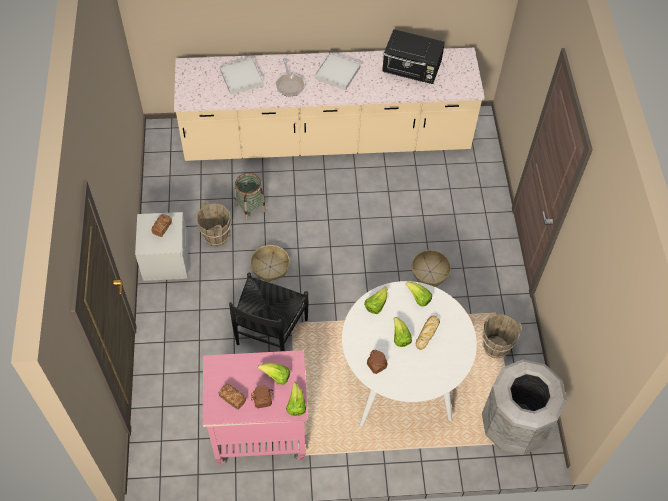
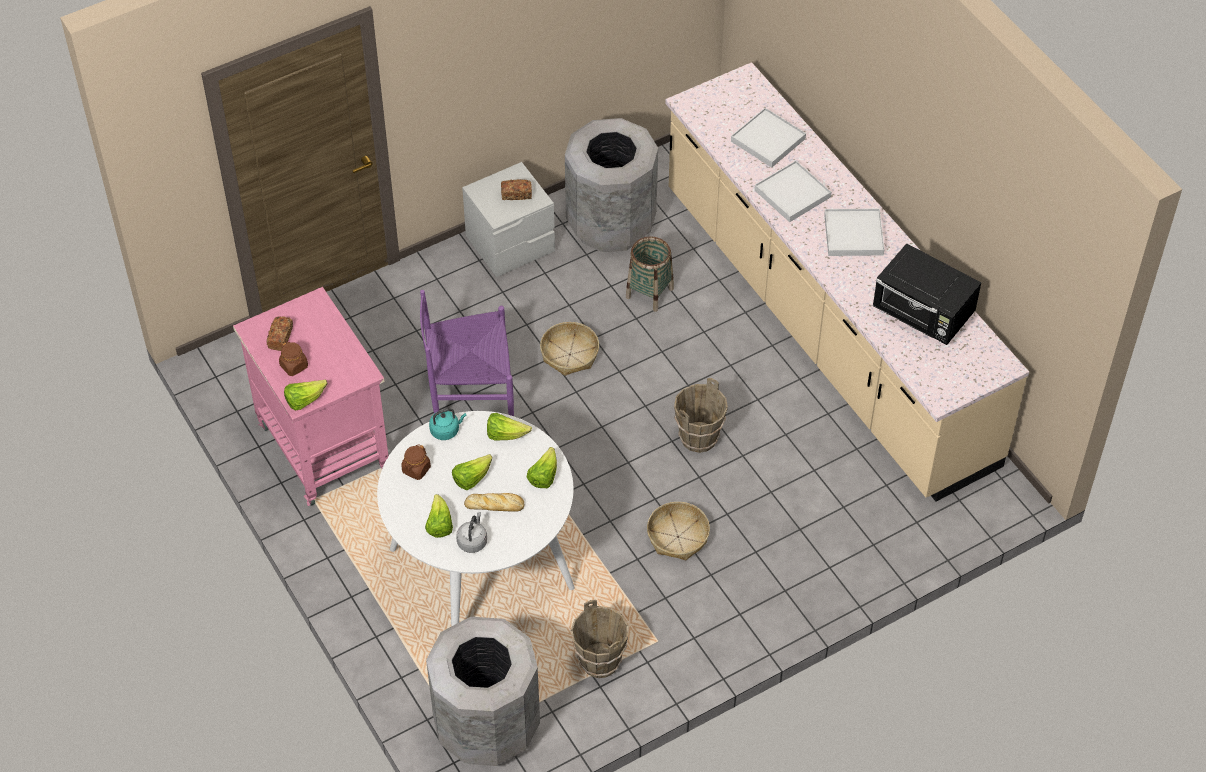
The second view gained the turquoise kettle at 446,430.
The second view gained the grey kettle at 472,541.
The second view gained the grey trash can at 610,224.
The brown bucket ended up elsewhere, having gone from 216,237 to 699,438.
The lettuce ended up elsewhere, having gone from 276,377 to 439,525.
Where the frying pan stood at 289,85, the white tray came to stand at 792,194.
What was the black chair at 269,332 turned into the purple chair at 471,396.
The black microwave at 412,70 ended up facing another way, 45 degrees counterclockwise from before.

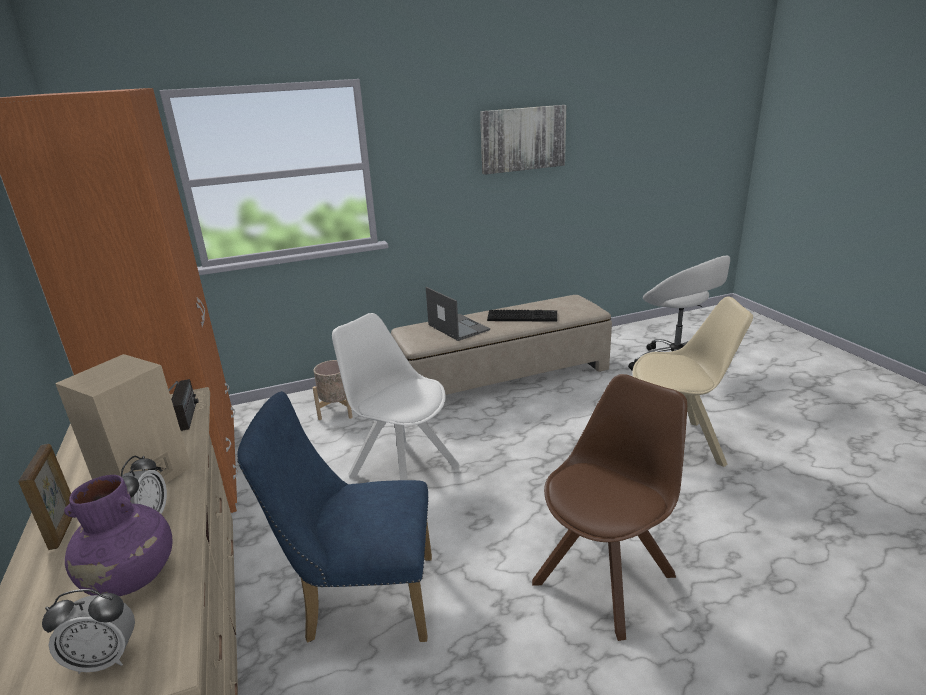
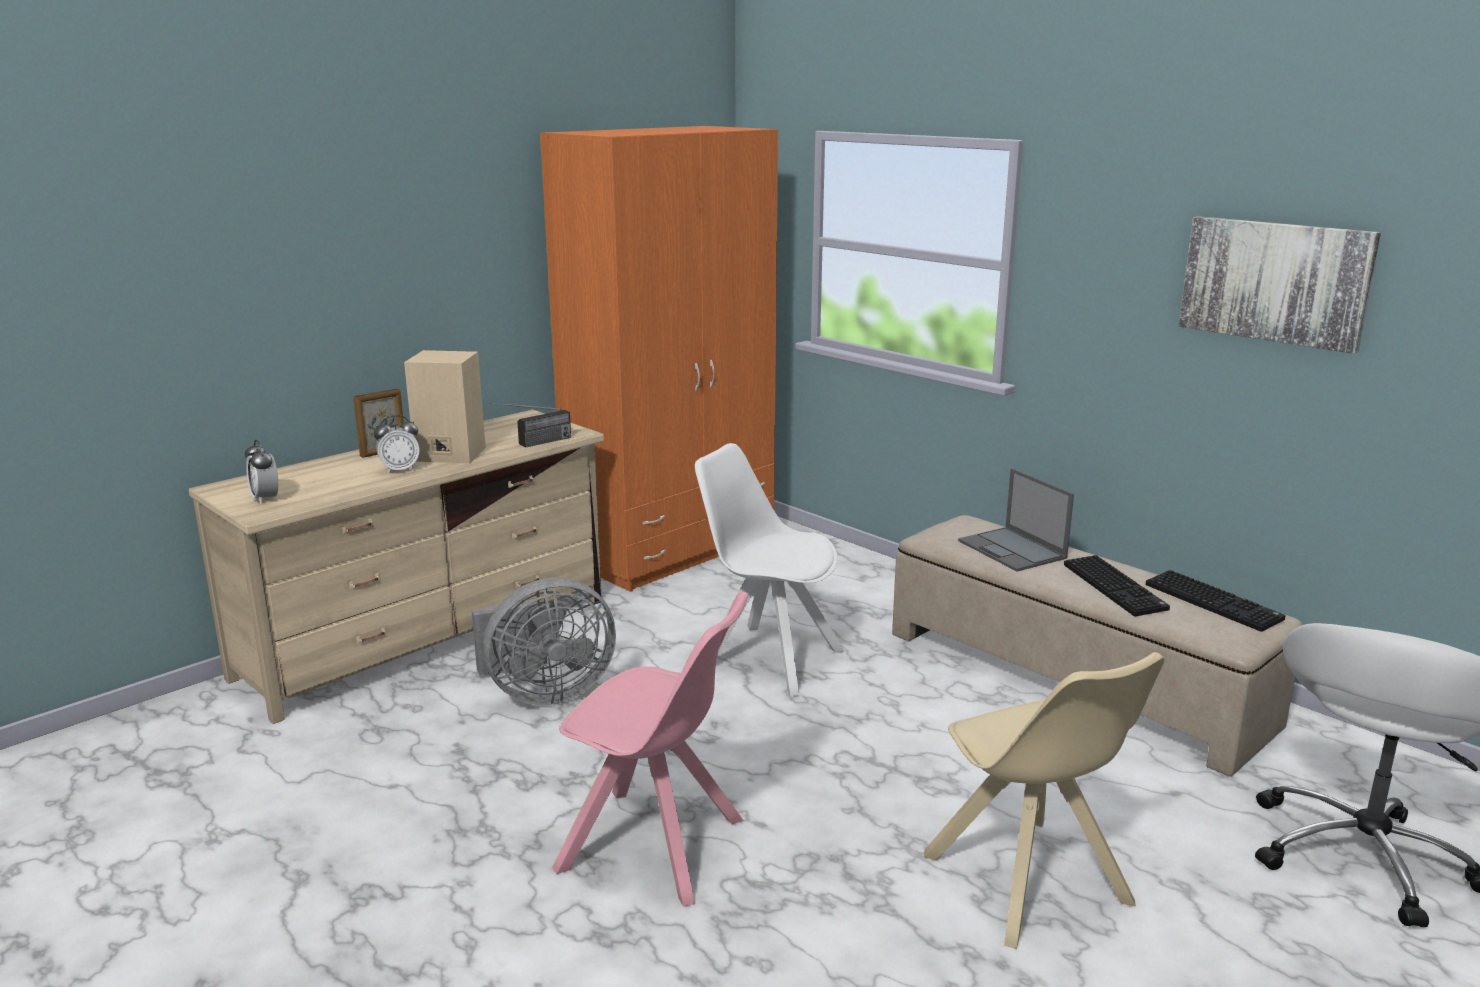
The second view lost the purple vase at 132,578.
The second view lost the beige planter at 337,410.
The second view gained the keyboard at 1215,602.
Where the blue chair stood at 361,599, the grey fan came to stand at 544,693.
What was the brown chair at 606,576 turned into the pink chair at 656,847.
The white chair at 402,468 ended up facing another way, 75 degrees counterclockwise from before.
The laptop at 458,327 ended up facing another way, 120 degrees clockwise from before.

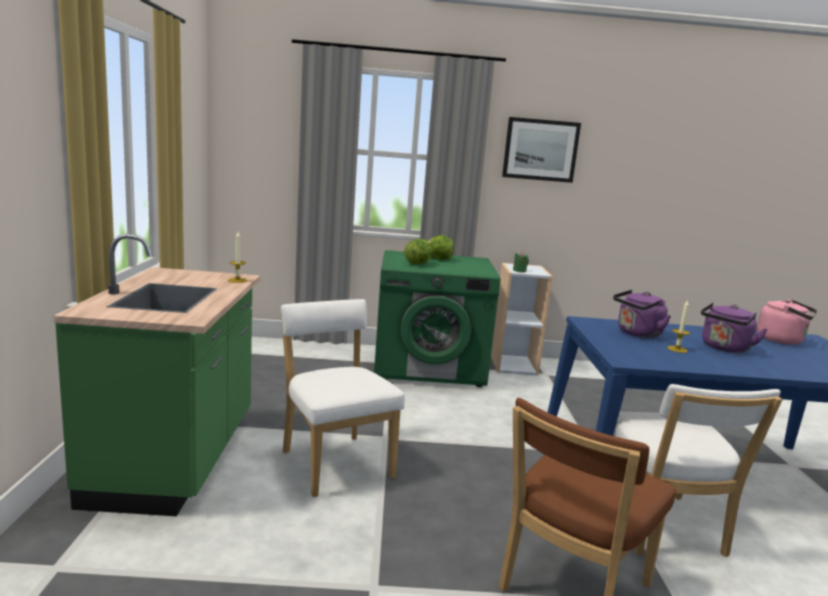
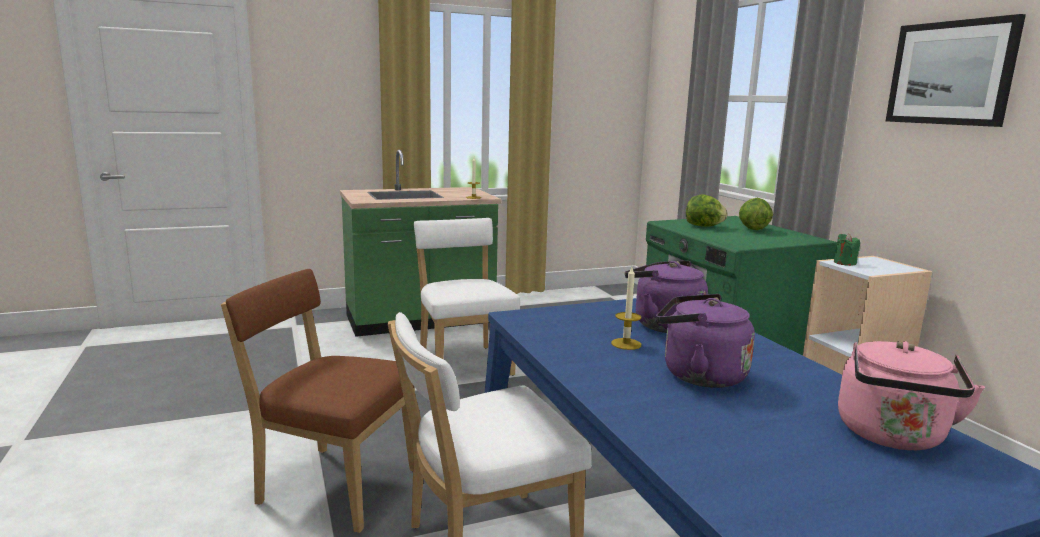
The white chair at 334,462 ended up facing another way, 60 degrees counterclockwise from before.

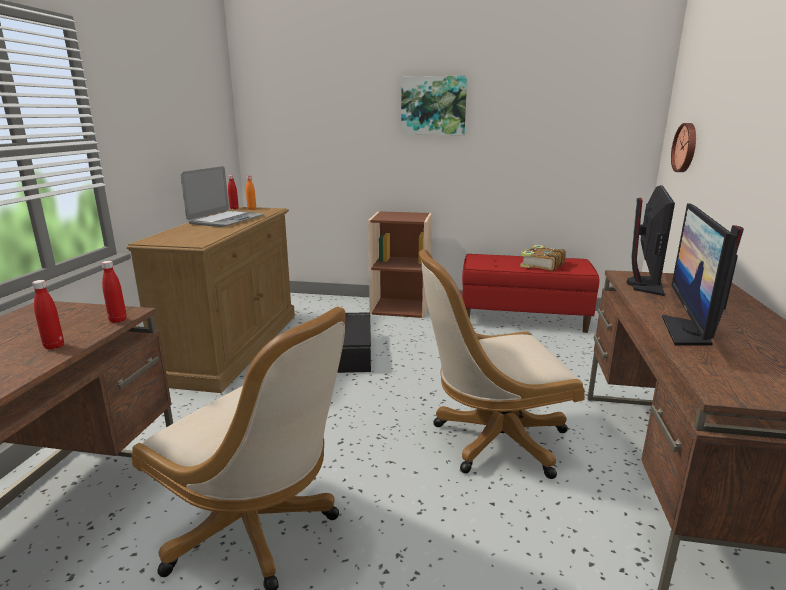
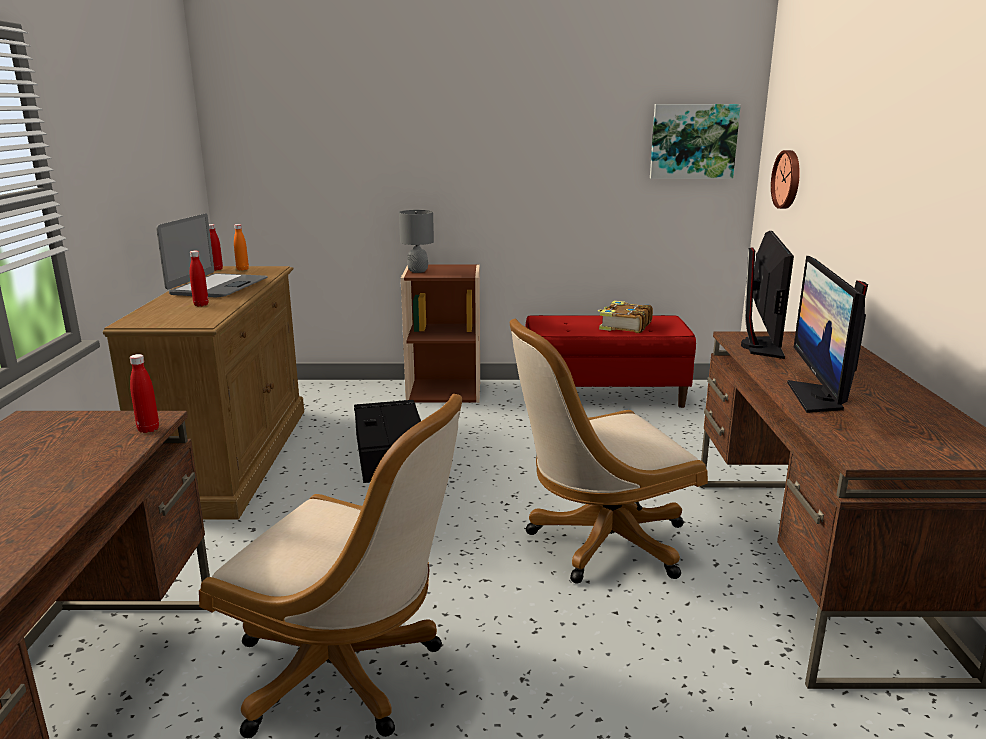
The second view gained the grey table lamp at 417,271.
The red bottle ended up elsewhere, having gone from 54,346 to 201,305.
The picture ended up elsewhere, having gone from 433,106 to 693,141.

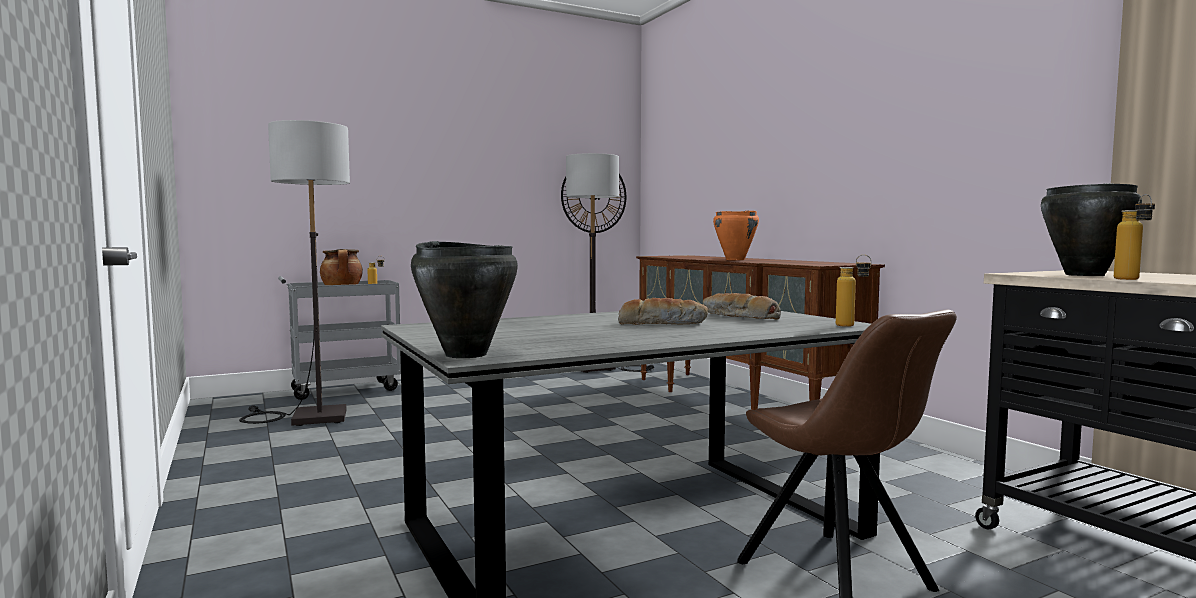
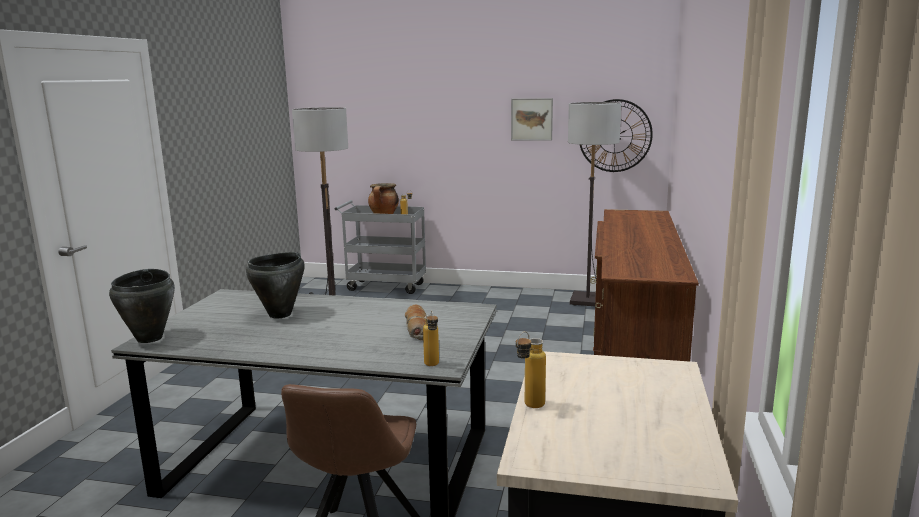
The second view lost the bread at 662,323.
The second view lost the orange cooking pot at 735,260.
The second view gained the picture at 531,119.
The black cooking pot ended up elsewhere, having gone from 1085,275 to 280,314.

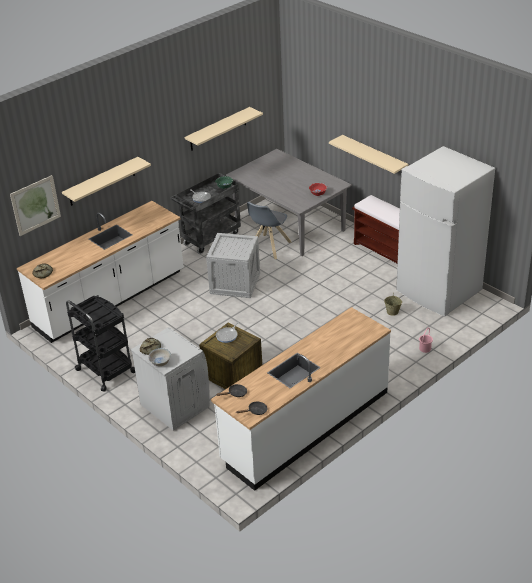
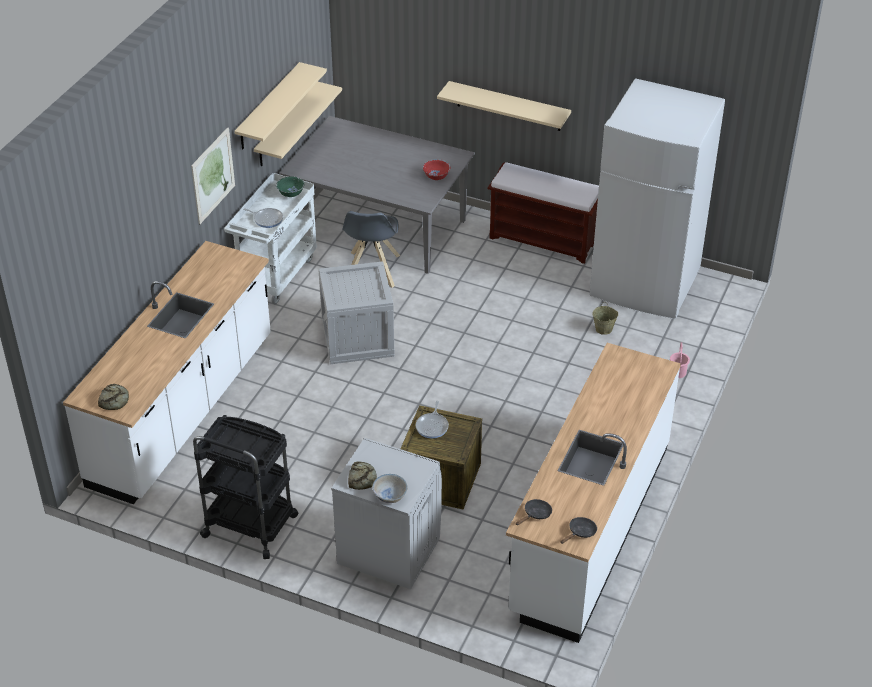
The picture ended up elsewhere, having gone from 35,205 to 213,175.
The beige shelf ended up elsewhere, having gone from 102,182 to 286,125.
What was the black cart at 209,240 turned into the white cart at 276,279.

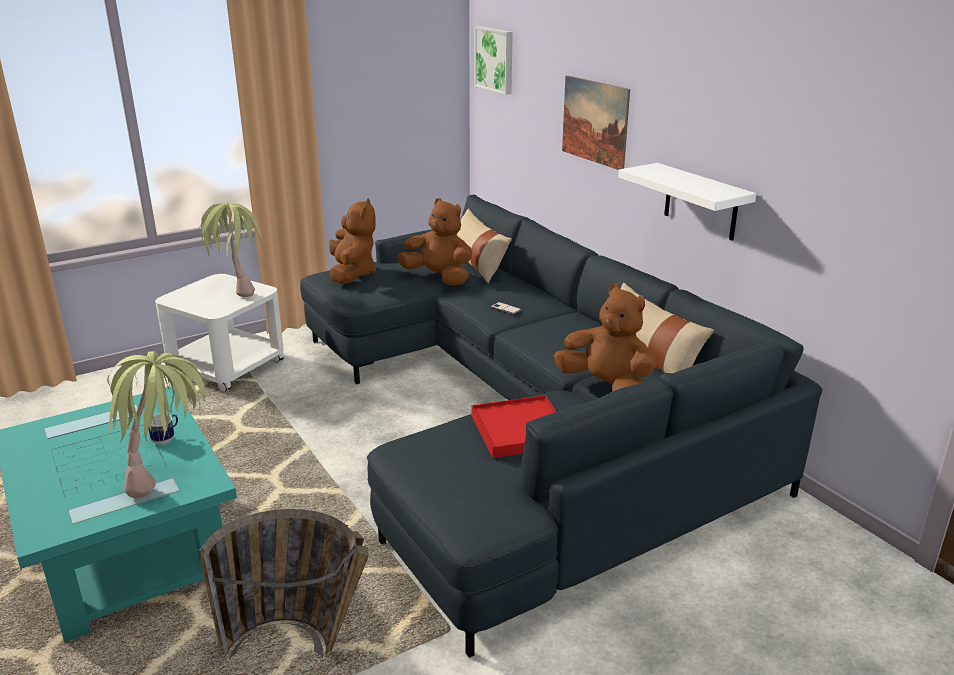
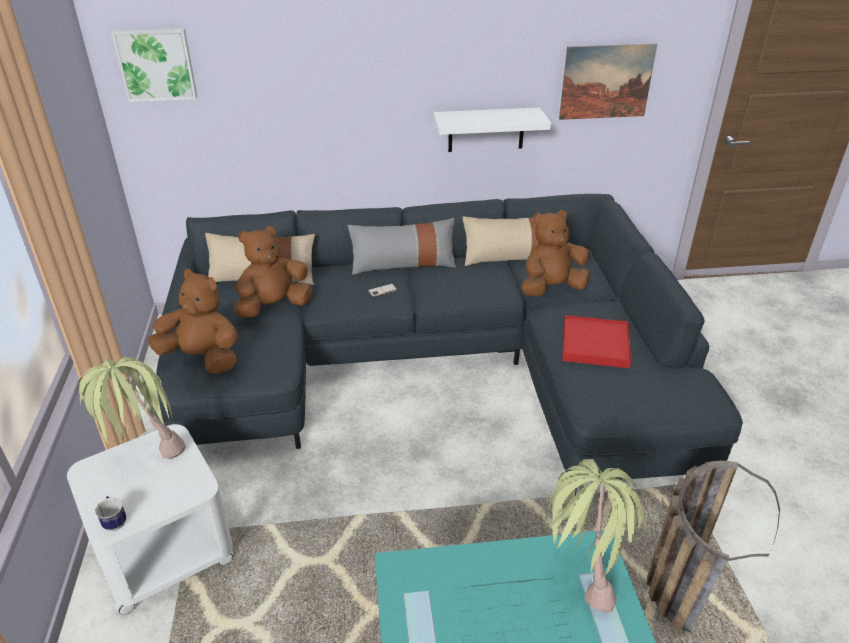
The second view gained the grey pillow at 403,265.
The mug ended up elsewhere, having gone from 166,439 to 115,521.
The picture ended up elsewhere, having gone from 594,121 to 606,82.

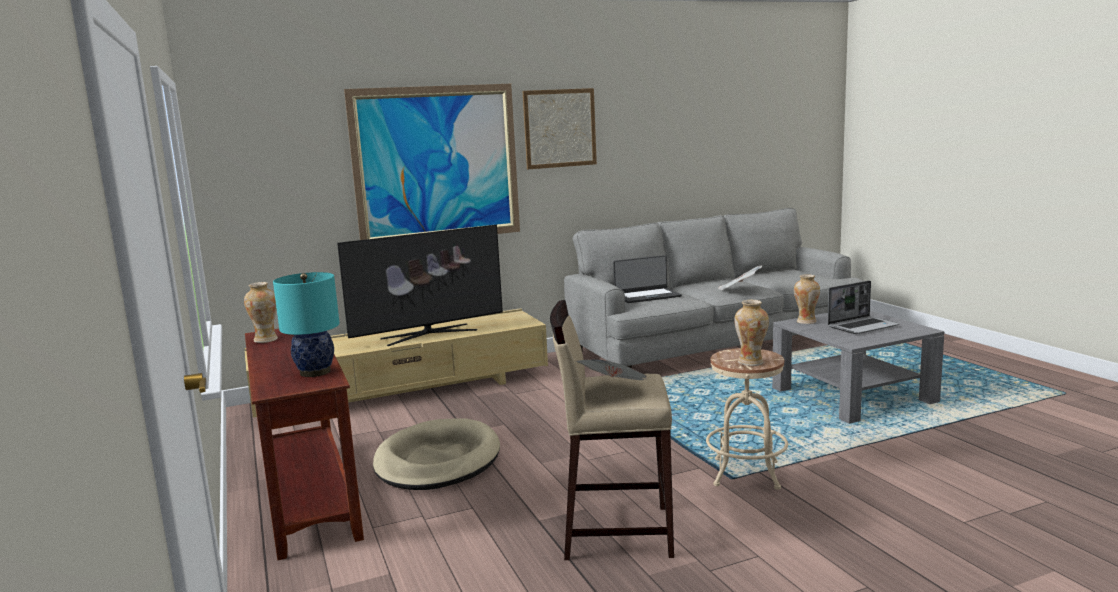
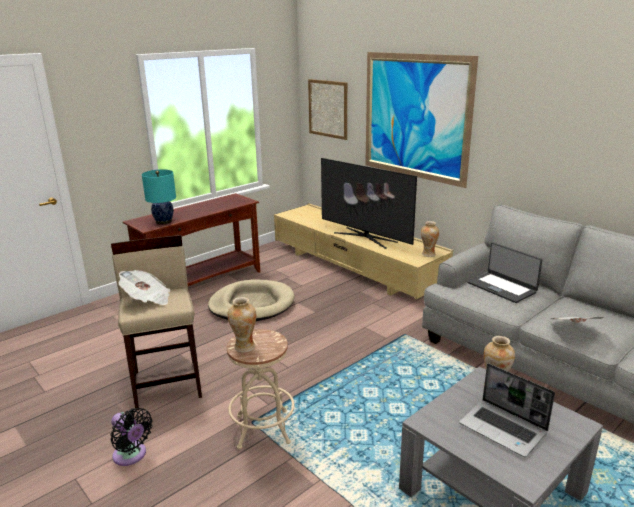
The second view gained the black fan at 131,455.
The vase ended up elsewhere, having gone from 266,340 to 428,254.
The picture ended up elsewhere, having gone from 559,127 to 328,108.

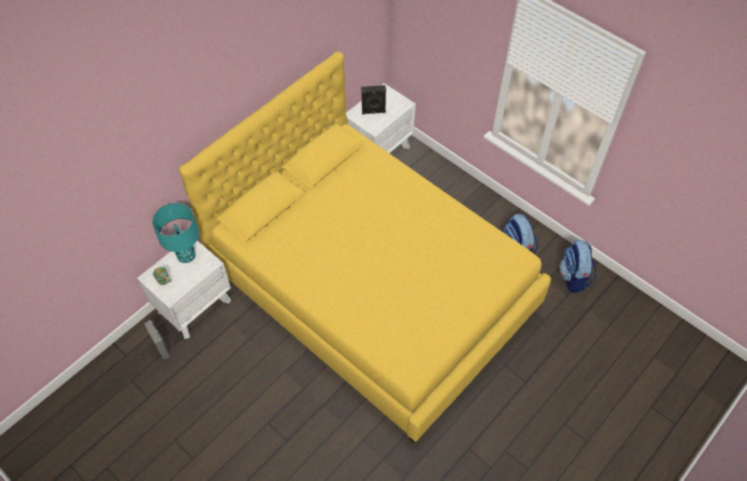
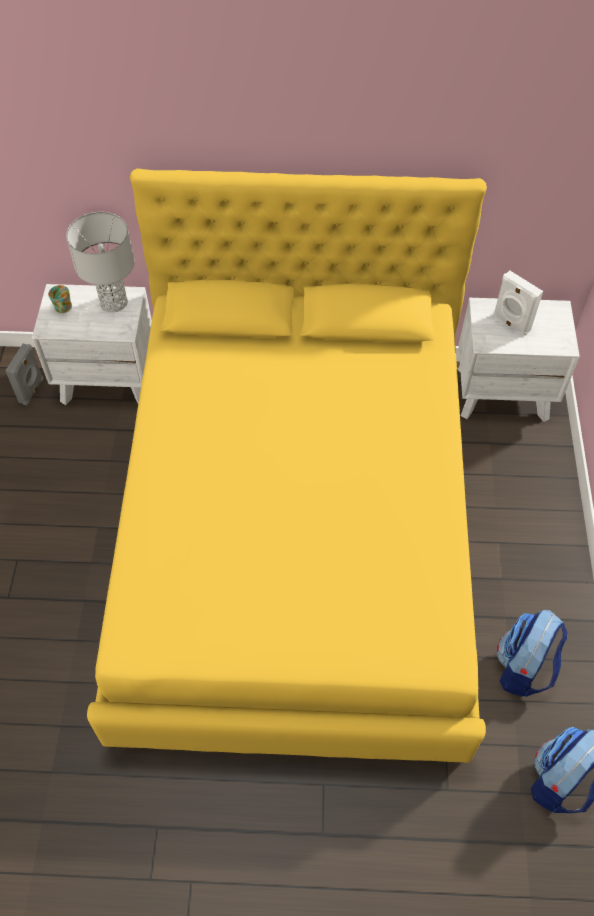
What was the turquoise table lamp at 186,255 turned into the white table lamp at 114,303.
What was the black speaker at 373,112 turned into the white speaker at 510,323.

